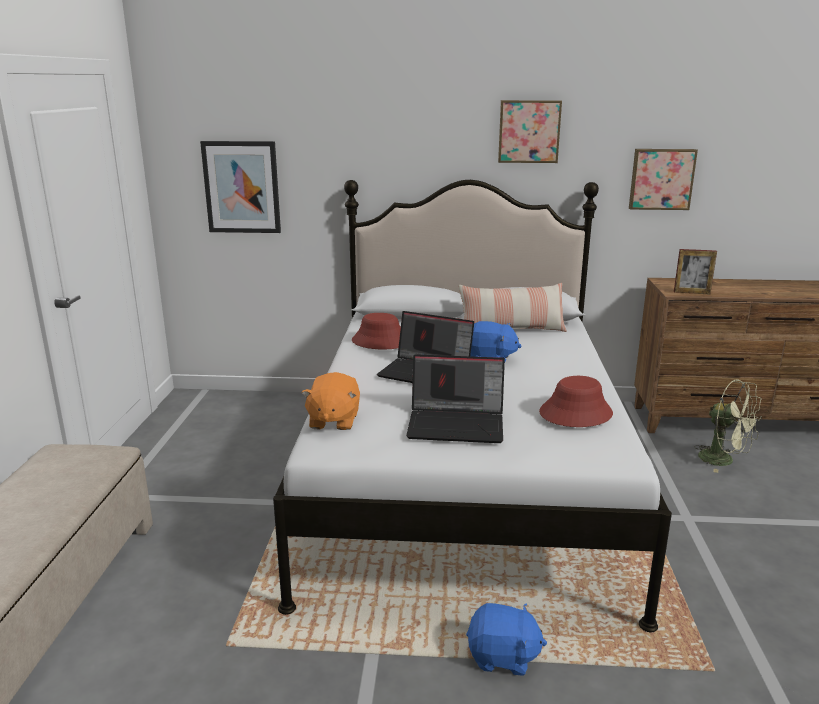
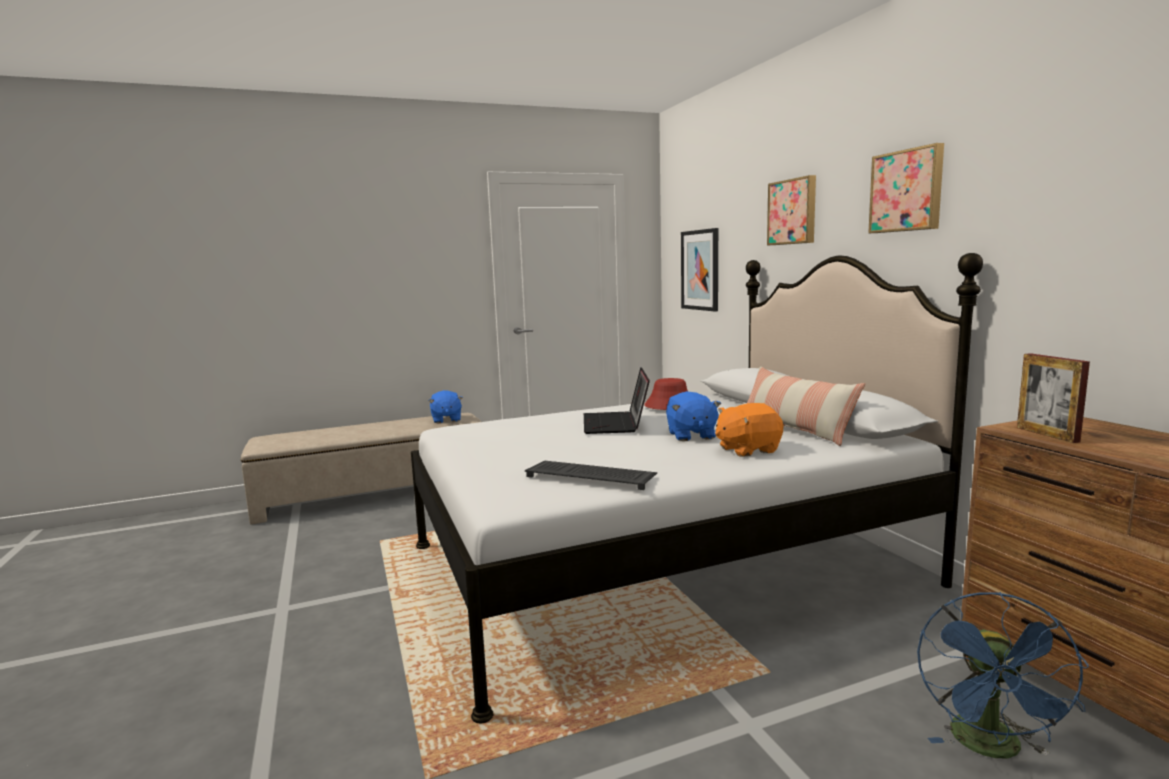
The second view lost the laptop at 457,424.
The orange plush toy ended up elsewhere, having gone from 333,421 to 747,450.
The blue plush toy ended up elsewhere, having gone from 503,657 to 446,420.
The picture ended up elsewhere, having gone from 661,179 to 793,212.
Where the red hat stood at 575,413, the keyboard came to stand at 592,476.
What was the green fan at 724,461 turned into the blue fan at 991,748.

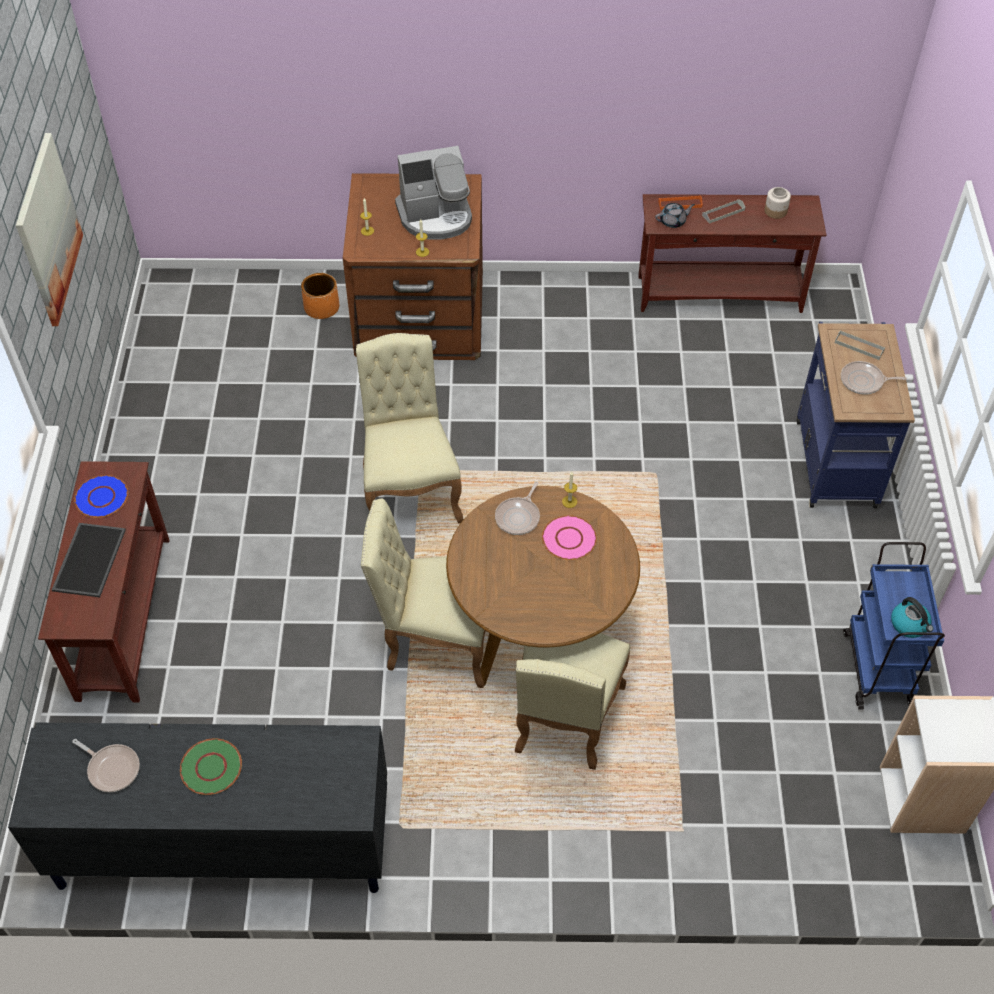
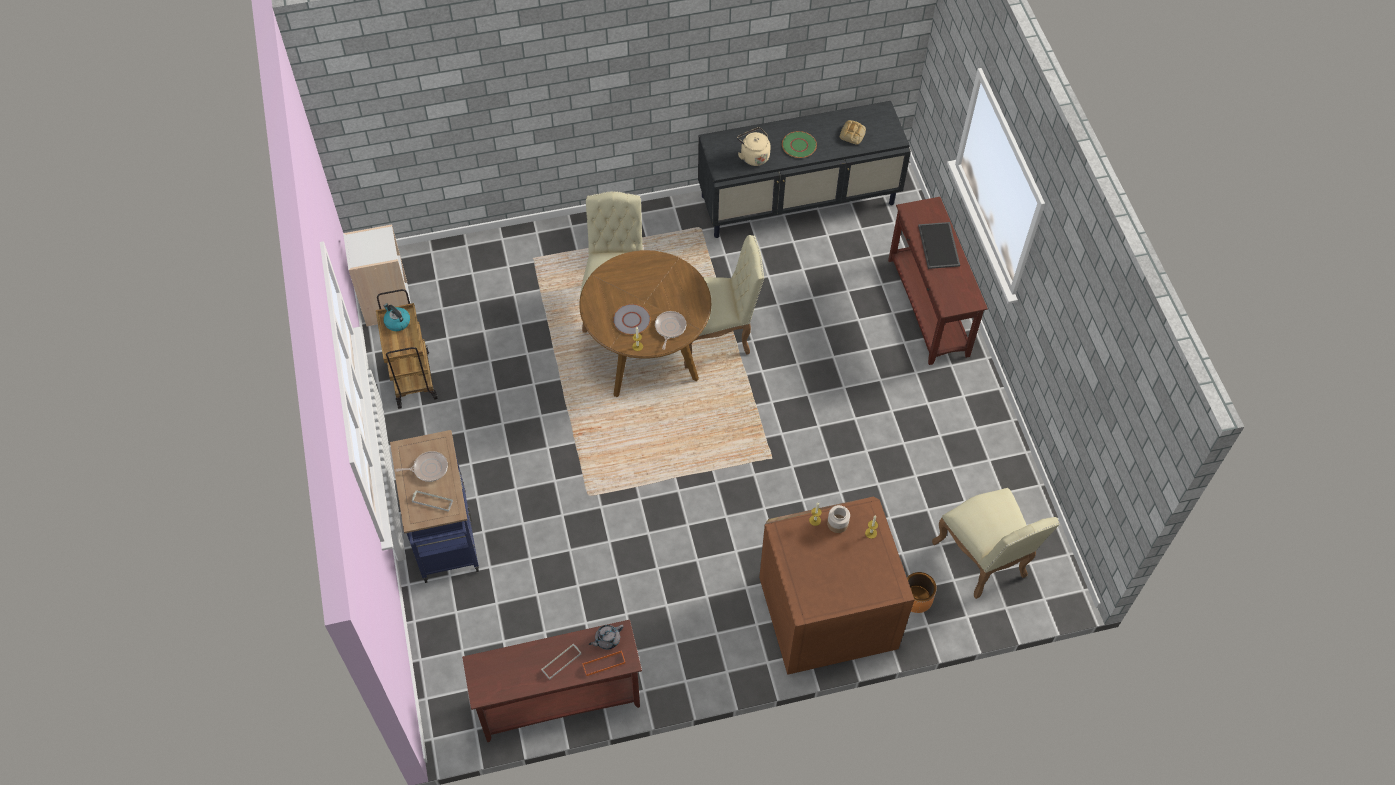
The second view lost the picture at 47,230.
The second view lost the blue plate at 101,497.
The second view lost the coffee machine at 436,217.
The second view gained the beige kettle at 753,156.
The beige chair ended up elsewhere, having gone from 410,492 to 983,560.
The jar ended up elsewhere, having gone from 776,211 to 837,523.
Where the frying pan stood at 112,768, the bread came to stand at 852,135.
What was the pink plate at 569,538 turned into the grey plate at 631,320.
What was the blue cart at 878,669 turned into the brown cart at 413,378.

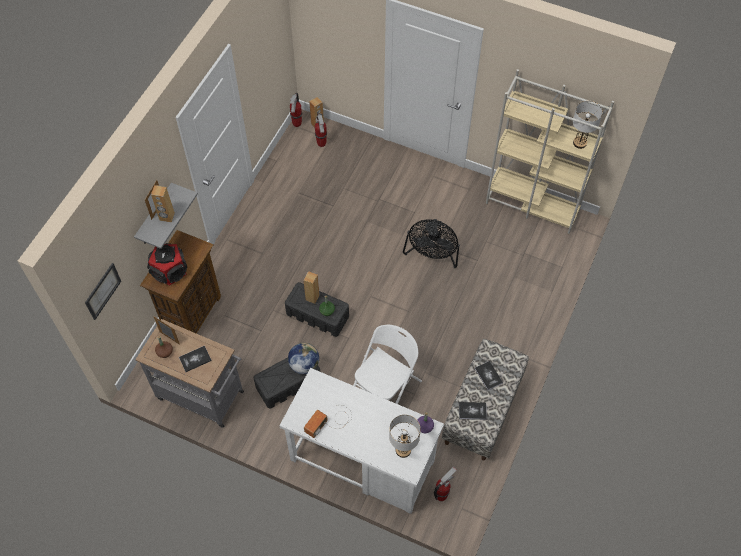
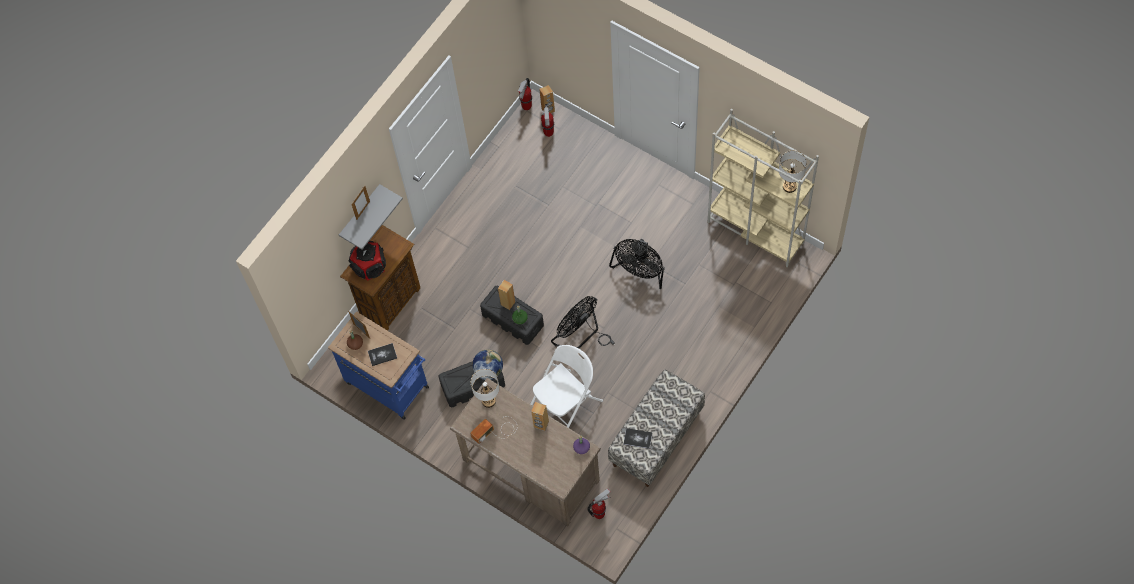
The second view lost the picture at 102,291.
The second view lost the book at 488,375.
The second view gained the black fan at 583,333.
The brown speaker ended up elsewhere, having gone from 167,217 to 541,424.
The table lamp ended up elsewhere, having gone from 403,450 to 489,401.
What was the grey cart at 203,396 turned into the blue cart at 389,386.
What was the white desk at 361,461 turned into the brown desk at 530,470.

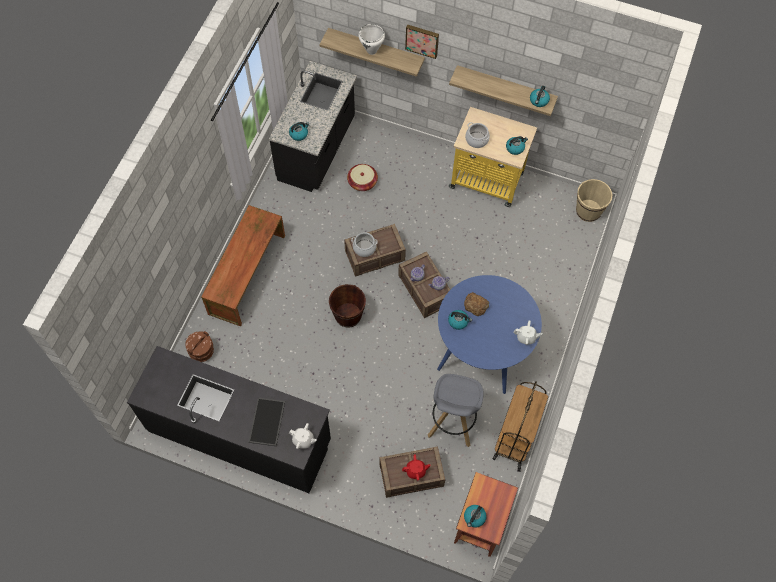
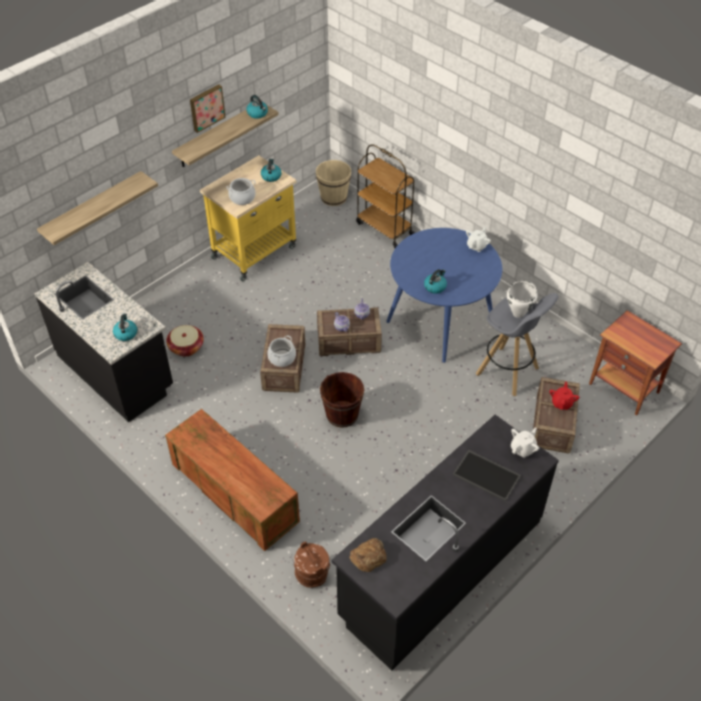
The second view lost the kettle at 474,517.
The white cooking pot ended up elsewhere, having gone from 372,51 to 518,313.
The picture ended up elsewhere, having gone from 422,40 to 206,107.
The bread ended up elsewhere, having gone from 476,305 to 368,557.
The brown cart ended up elsewhere, having gone from 515,437 to 384,229.

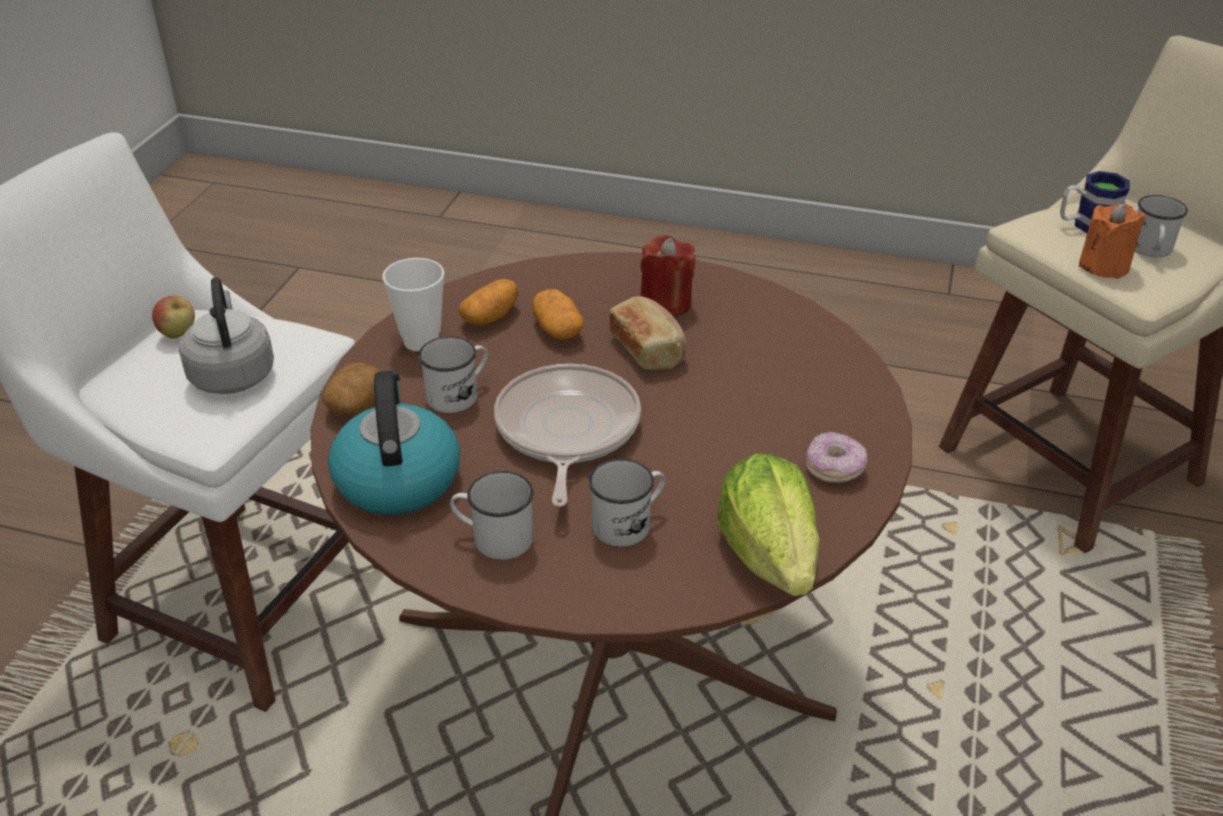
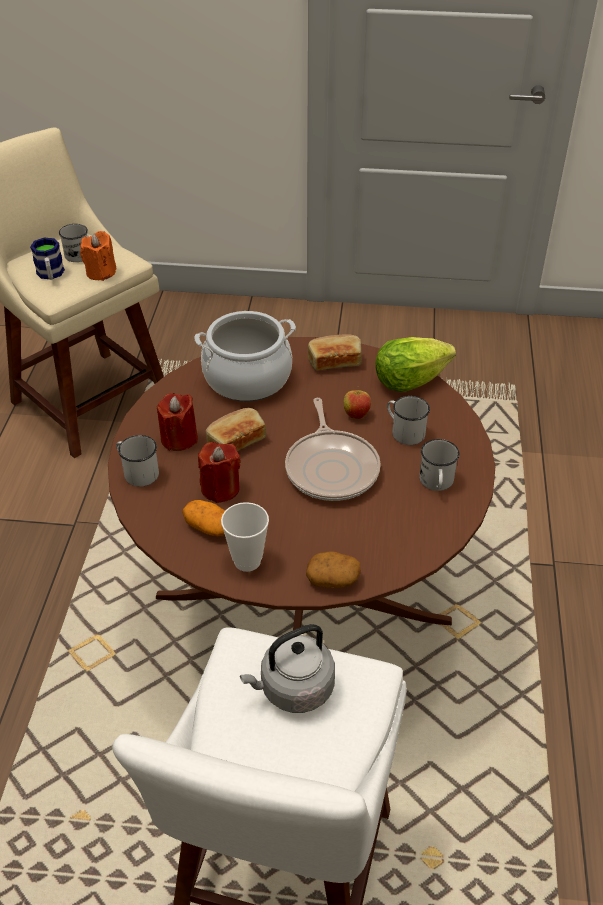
The second view lost the kettle at 397,478.
The second view gained the cooking pot at 247,378.
The apple ended up elsewhere, having gone from 178,335 to 356,414.
The white mug ended up elsewhere, having gone from 459,394 to 137,472.
Where the potato stood at 557,330, the red candle came to stand at 220,488.
Where the donut stood at 834,469, the bread came to stand at 334,361.
The frying pan at 566,431 ended up facing another way, 90 degrees counterclockwise from before.

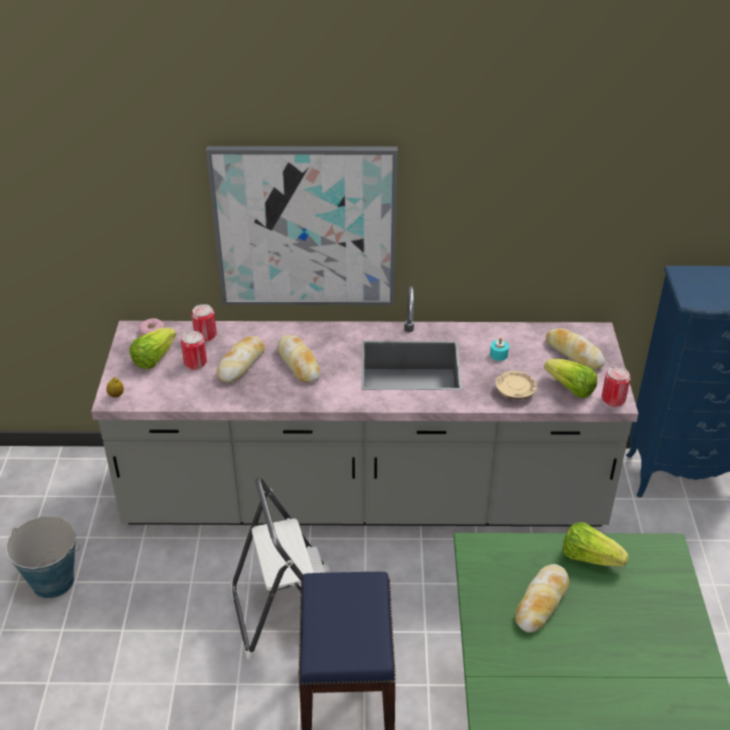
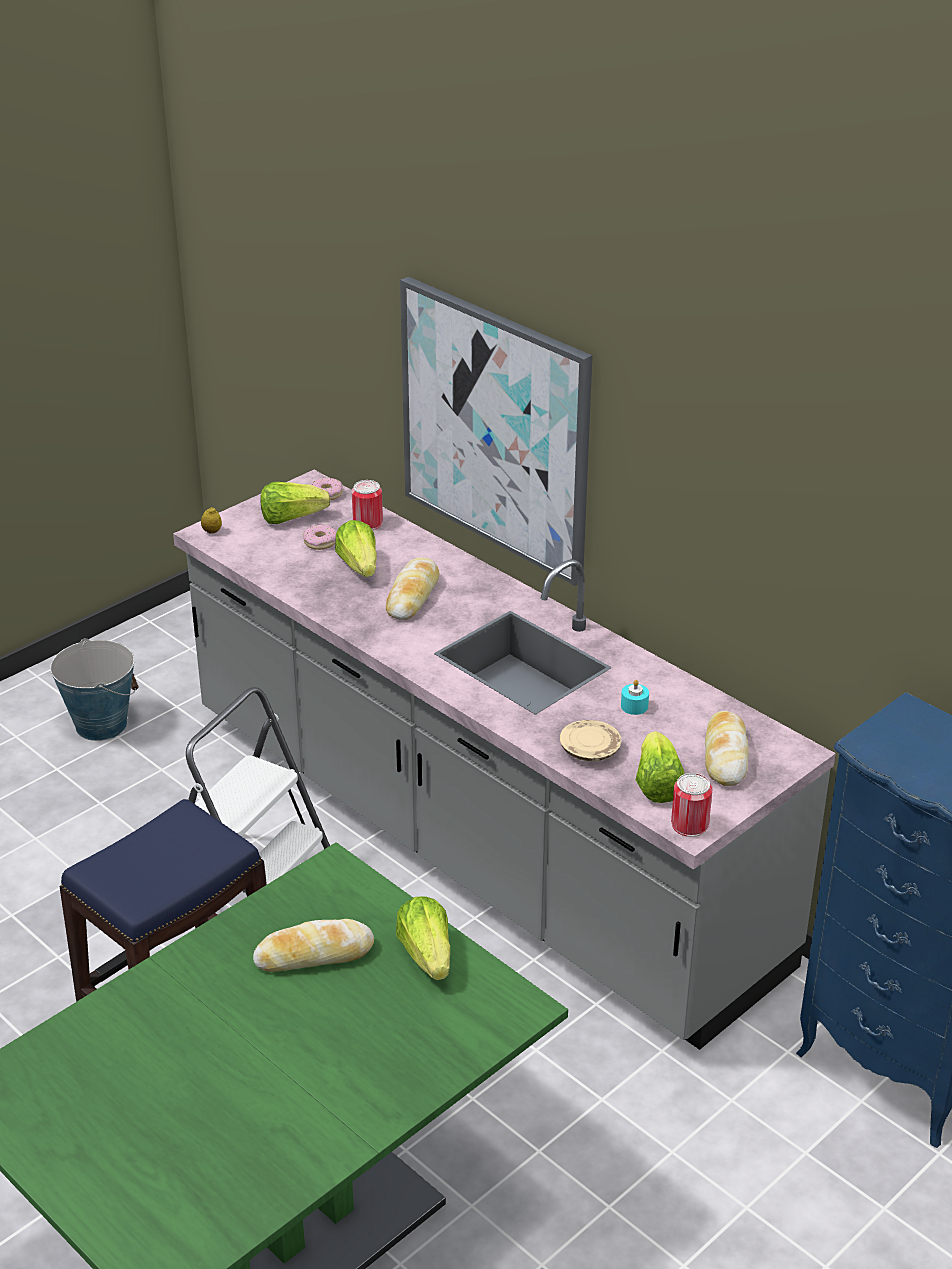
Where the can stood at 195,362, the donut came to stand at 320,542.
Where the bread stood at 241,364, the lettuce came to stand at 359,566.

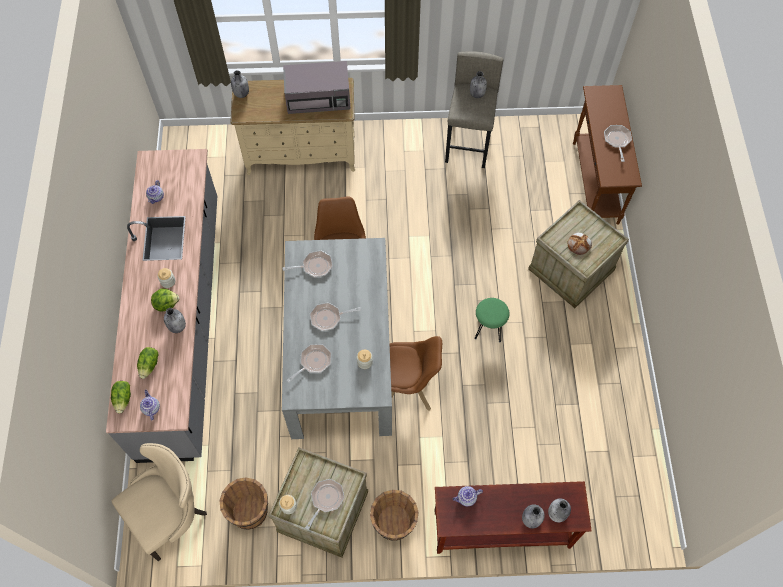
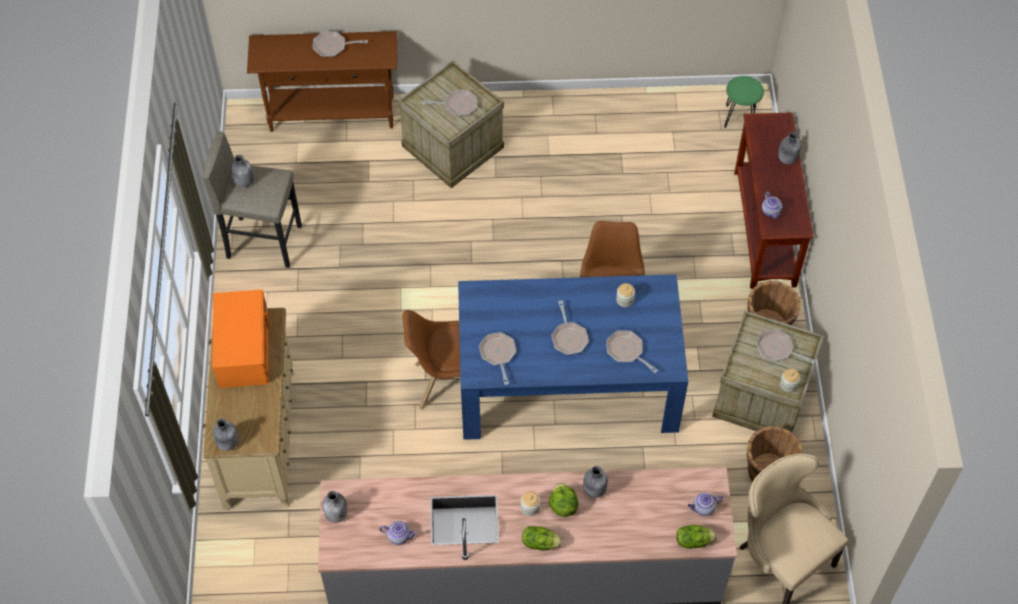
The lettuce ended up elsewhere, having gone from 150,365 to 540,542.
The green stool ended up elsewhere, having gone from 488,328 to 739,117.
The grey bottle ended up elsewhere, having gone from 557,514 to 337,514.
Where the bread stood at 579,244, the frying pan came to stand at 457,105.
What was the grey dining table at 340,354 turned into the blue dining table at 567,383.
What was the grey microwave at 319,97 turned into the orange microwave at 243,348.

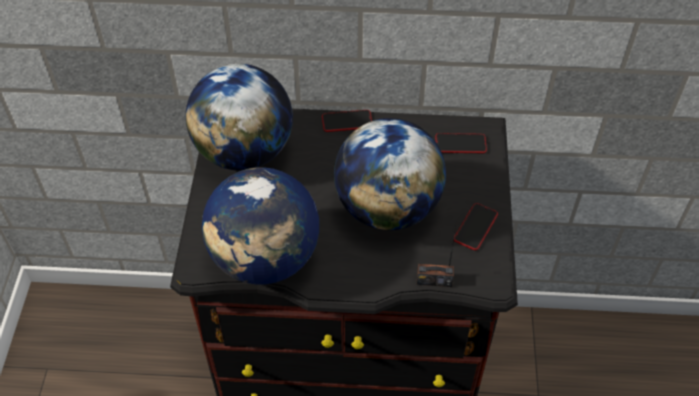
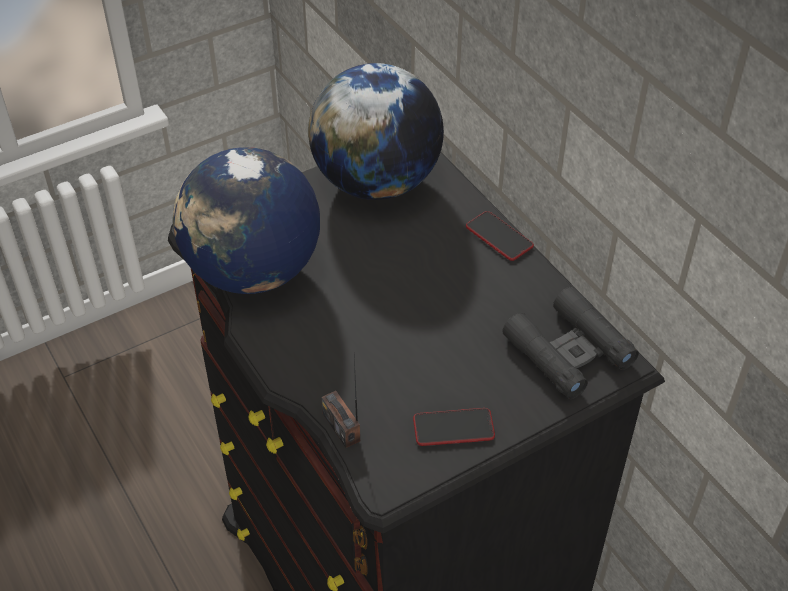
The second view lost the globe at 387,207.
Where the phone stood at 460,144, the black binoculars came to stand at 569,351.

